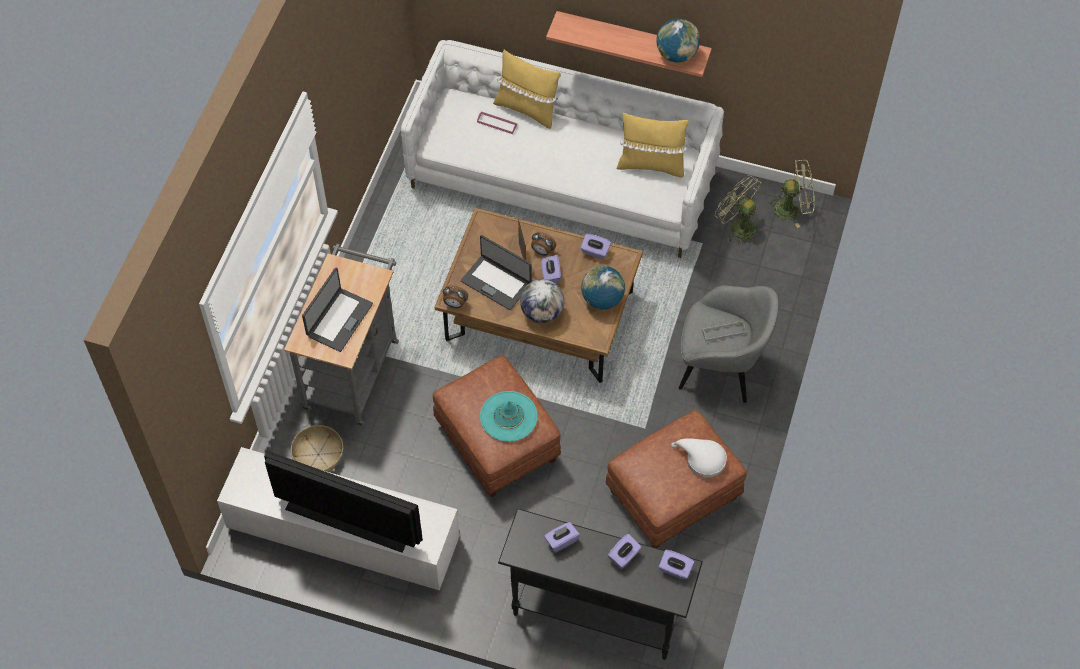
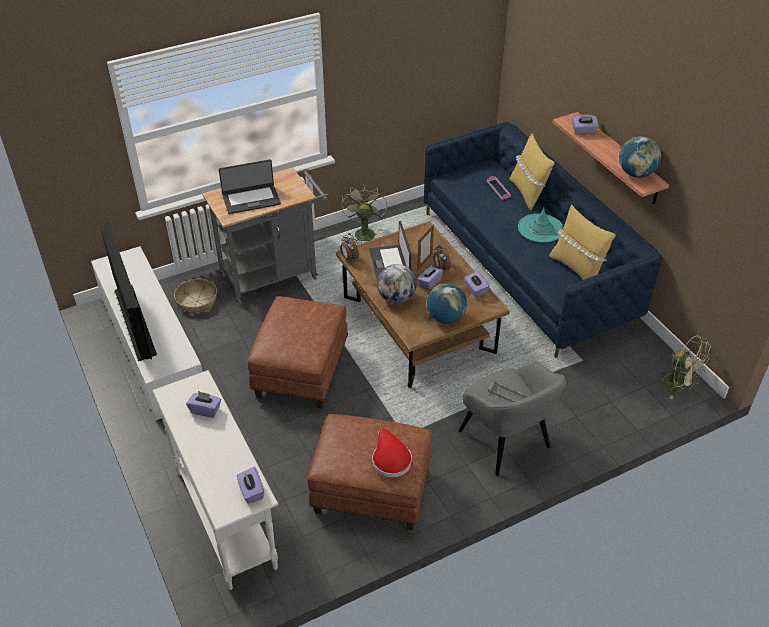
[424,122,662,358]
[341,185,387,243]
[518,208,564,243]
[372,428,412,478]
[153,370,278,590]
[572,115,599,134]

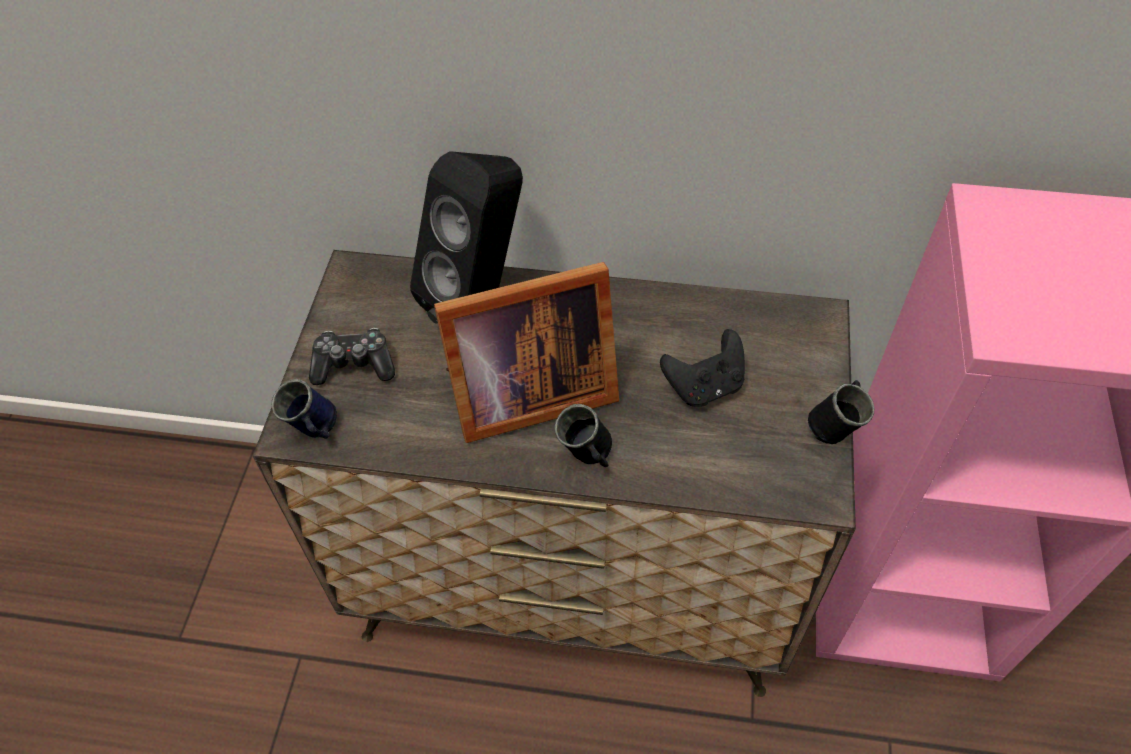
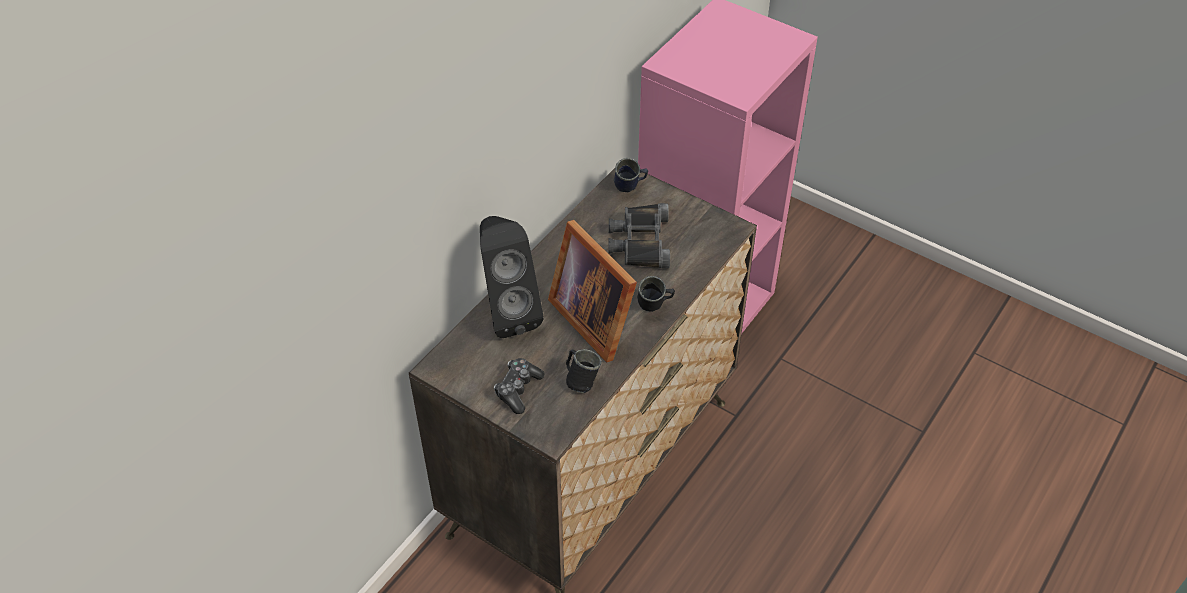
[548,220,637,363]
[608,203,670,268]
[614,158,648,192]
[566,349,602,393]

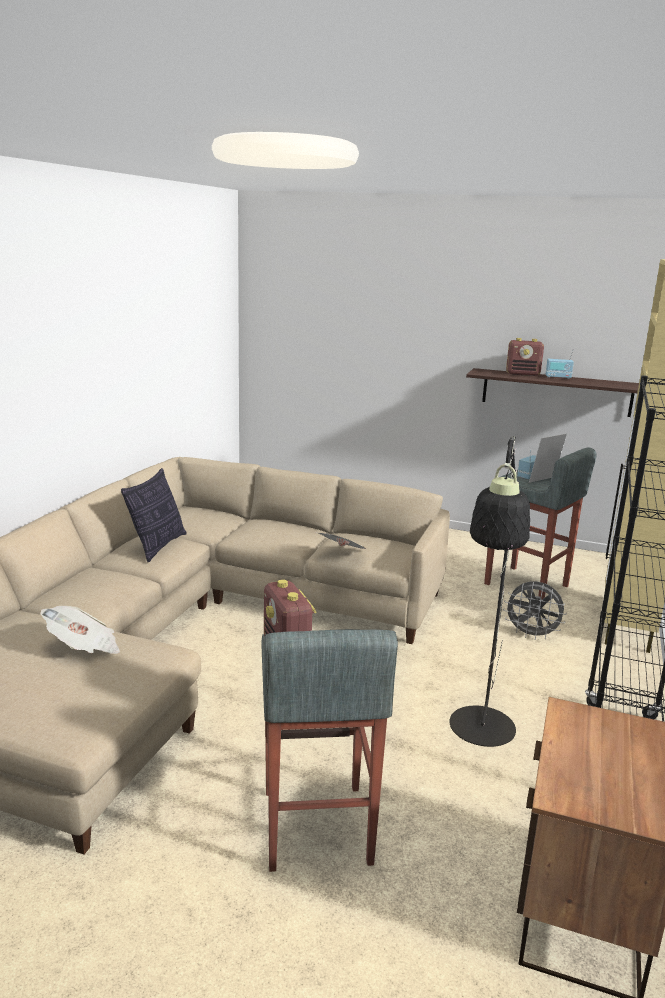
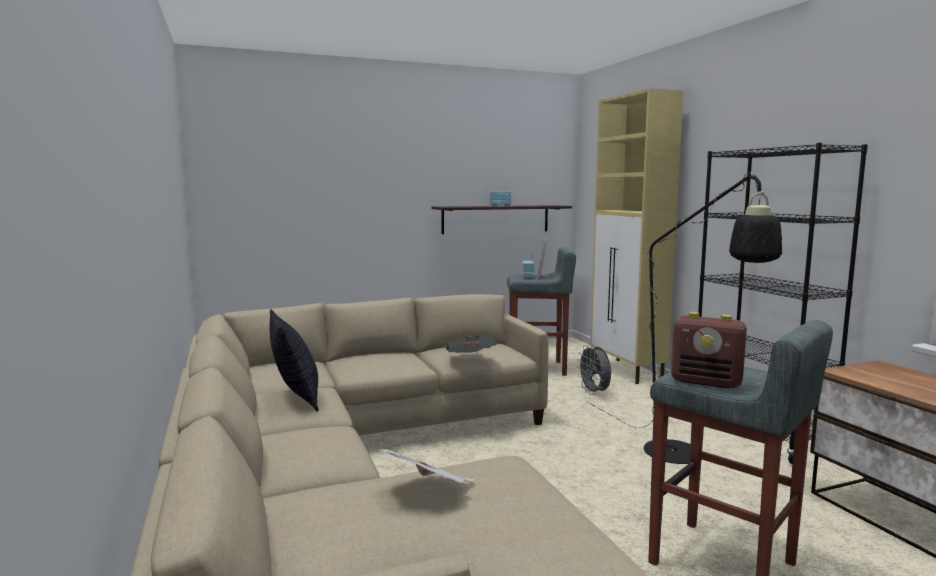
[506,338,544,376] (first image)
[577,345,611,395]

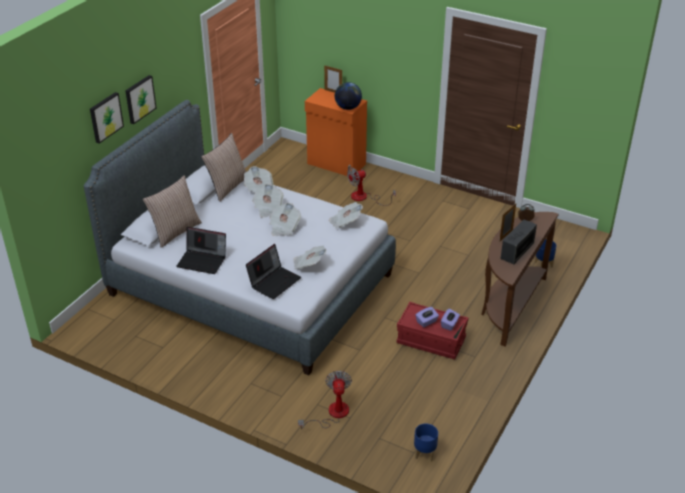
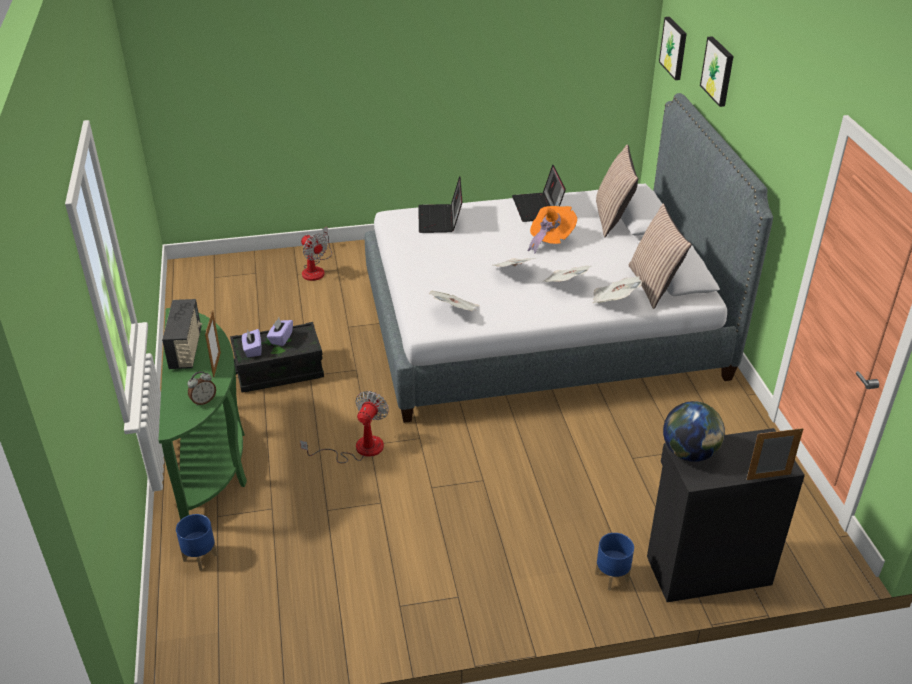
[659,17,687,80]
[647,428,805,602]
[300,391,389,463]
[158,308,247,520]
[512,165,566,222]
[293,245,327,269] (first image)
[230,322,324,392]
[595,533,634,590]
[527,206,577,254]

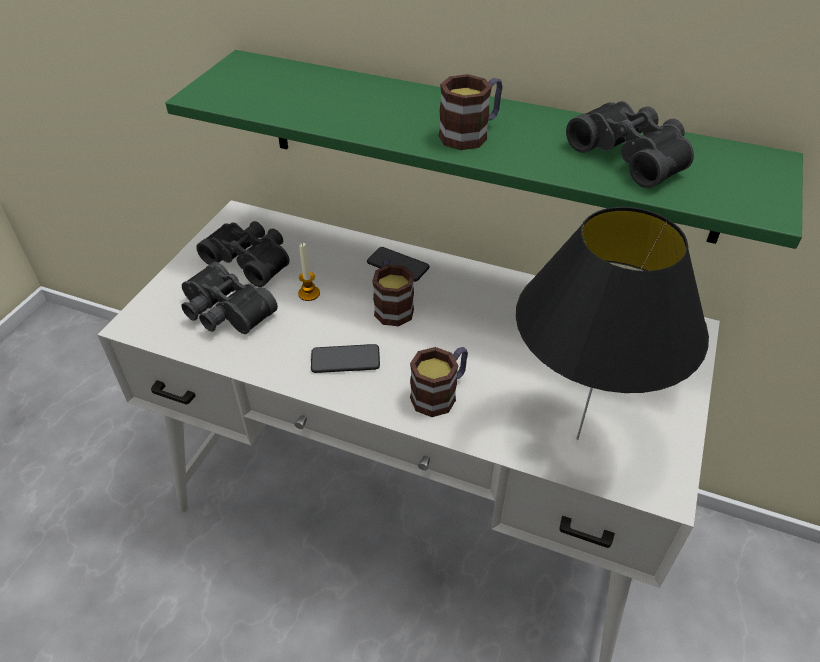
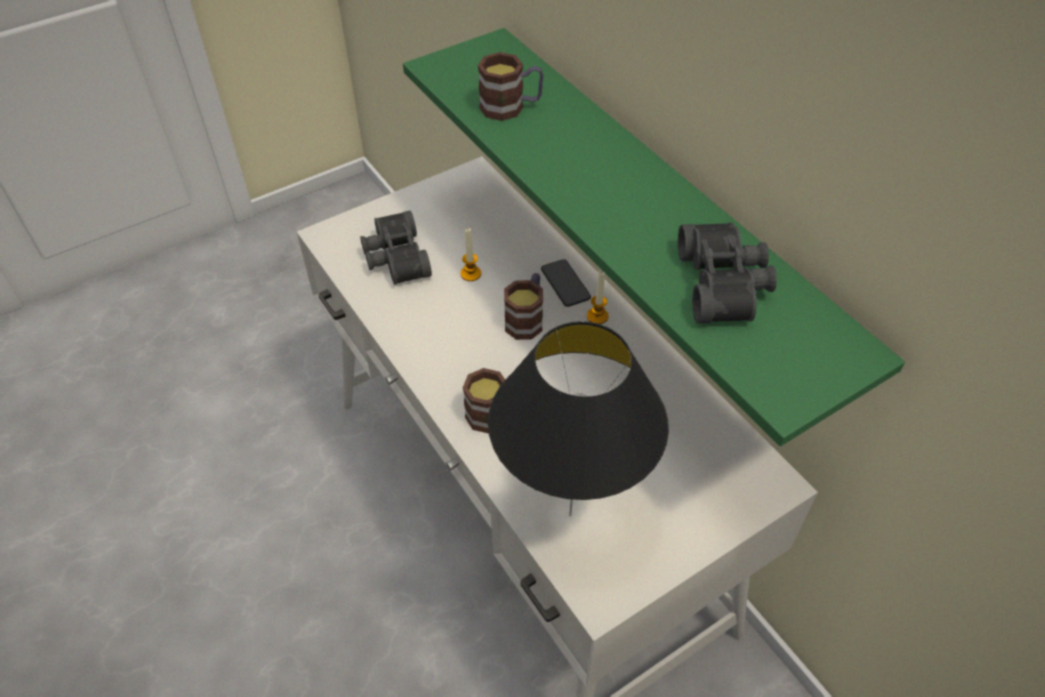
[478,52,544,121]
[196,221,290,287] (first image)
[311,344,380,373] (first image)
[587,270,609,324]

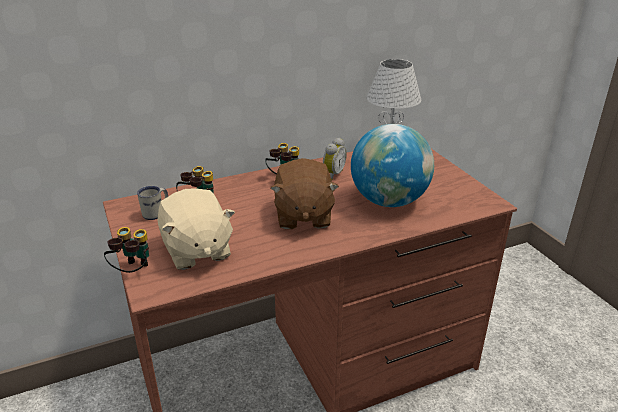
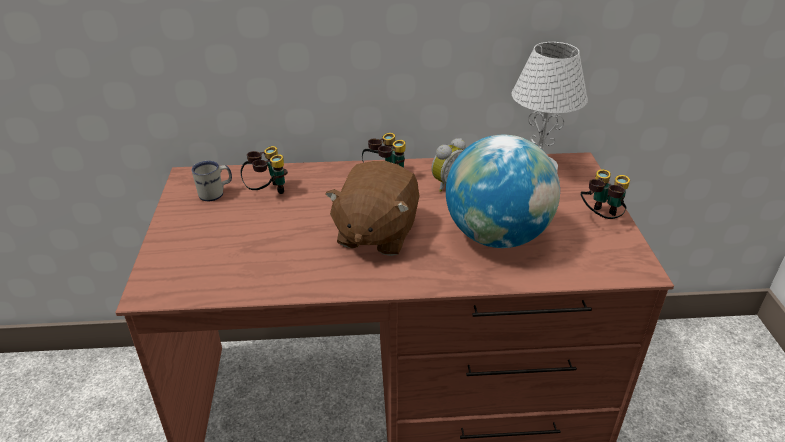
[157,188,235,270] (first image)
[581,169,630,219]

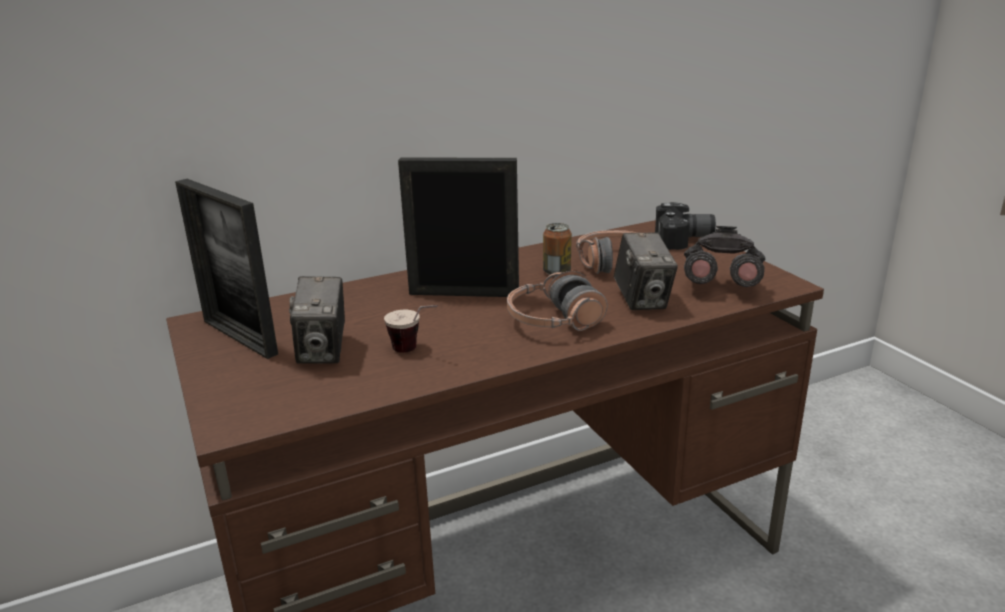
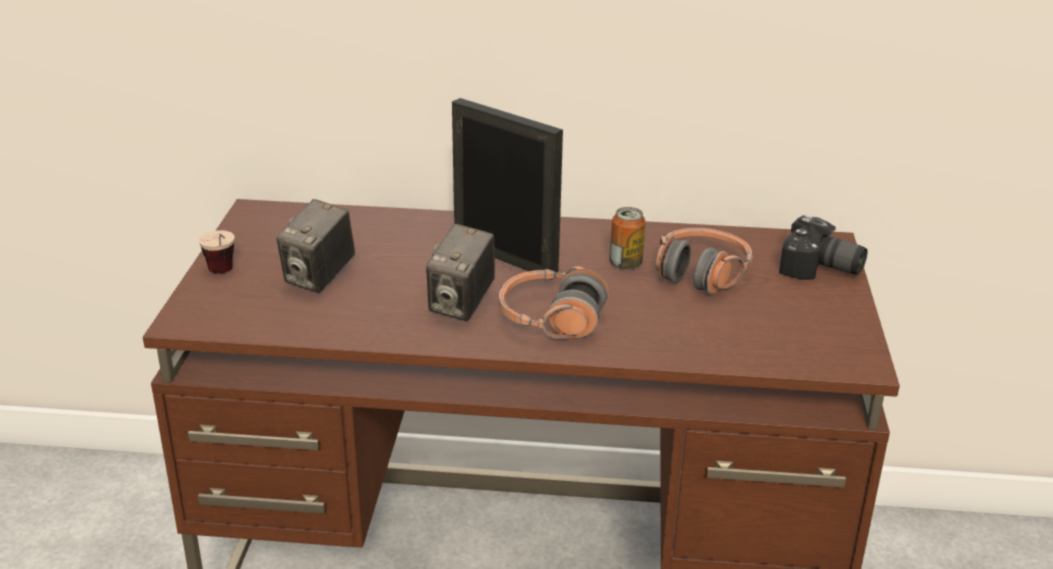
[175,179,278,359] (first image)
[684,226,766,287] (first image)
[426,224,495,321]
[199,230,235,274]

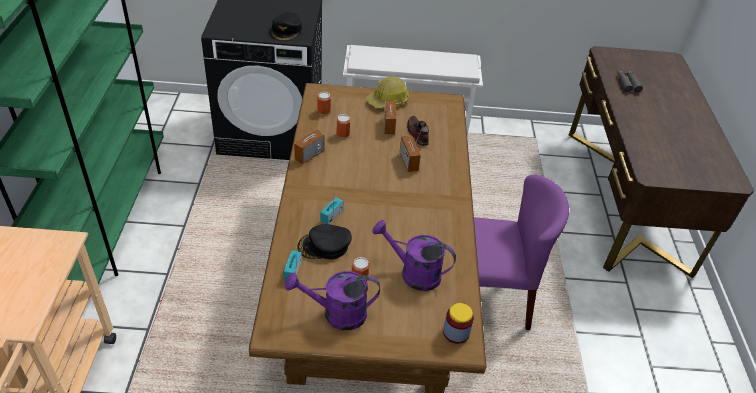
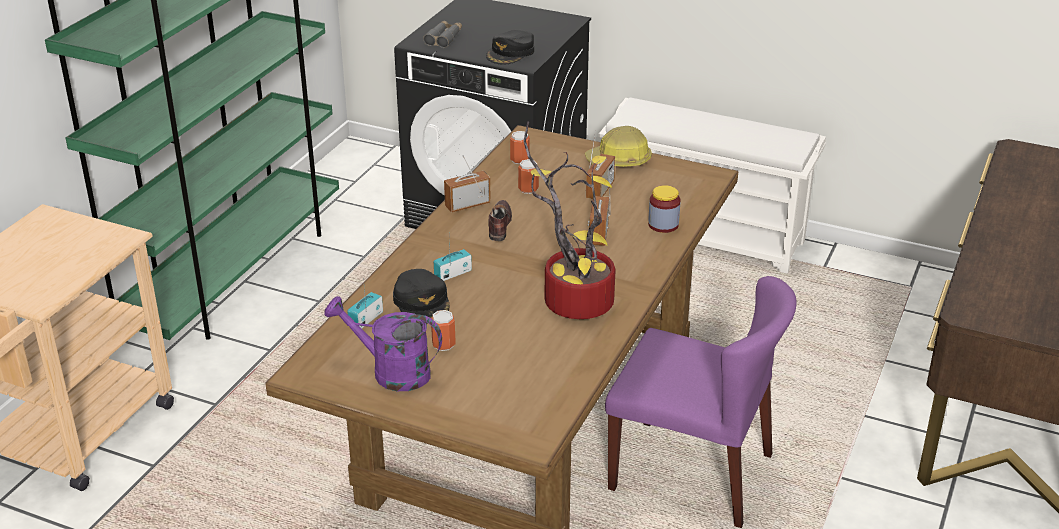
[423,20,462,48]
[489,200,512,241]
[372,220,456,291] (first image)
[393,269,449,324]
[648,185,680,233]
[523,121,615,319]

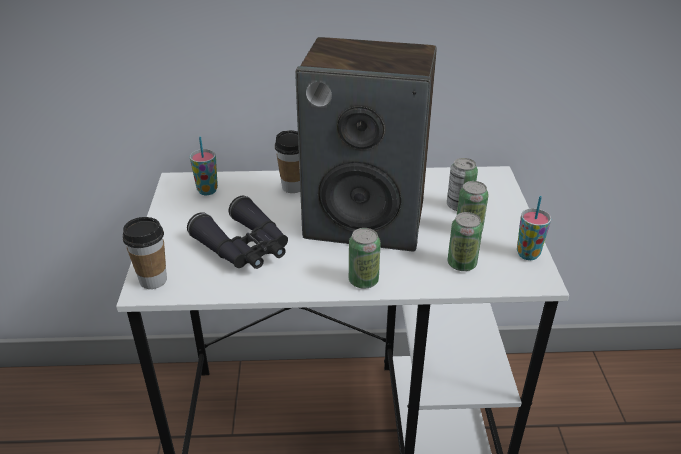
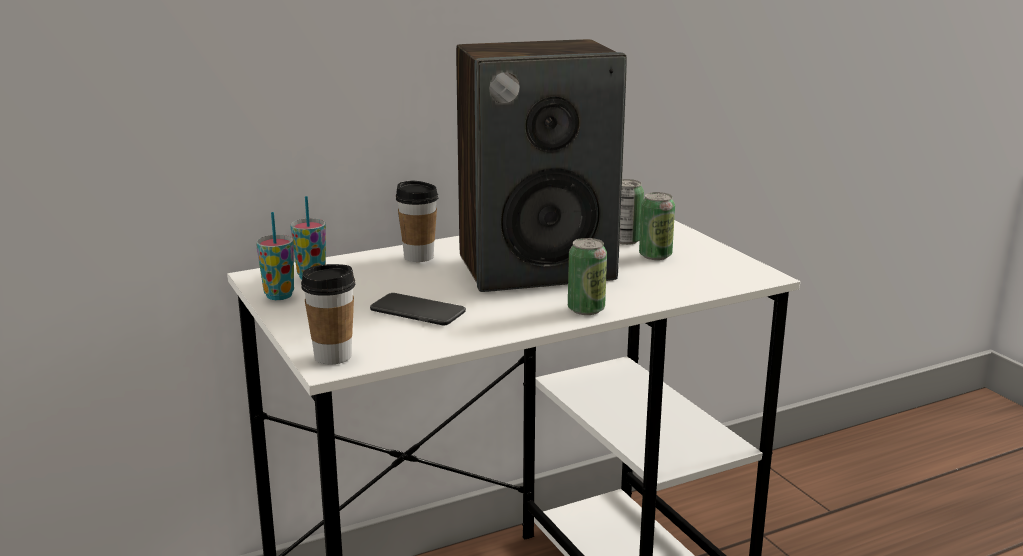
[370,293,466,326]
[256,212,294,300]
[448,212,483,271] (first image)

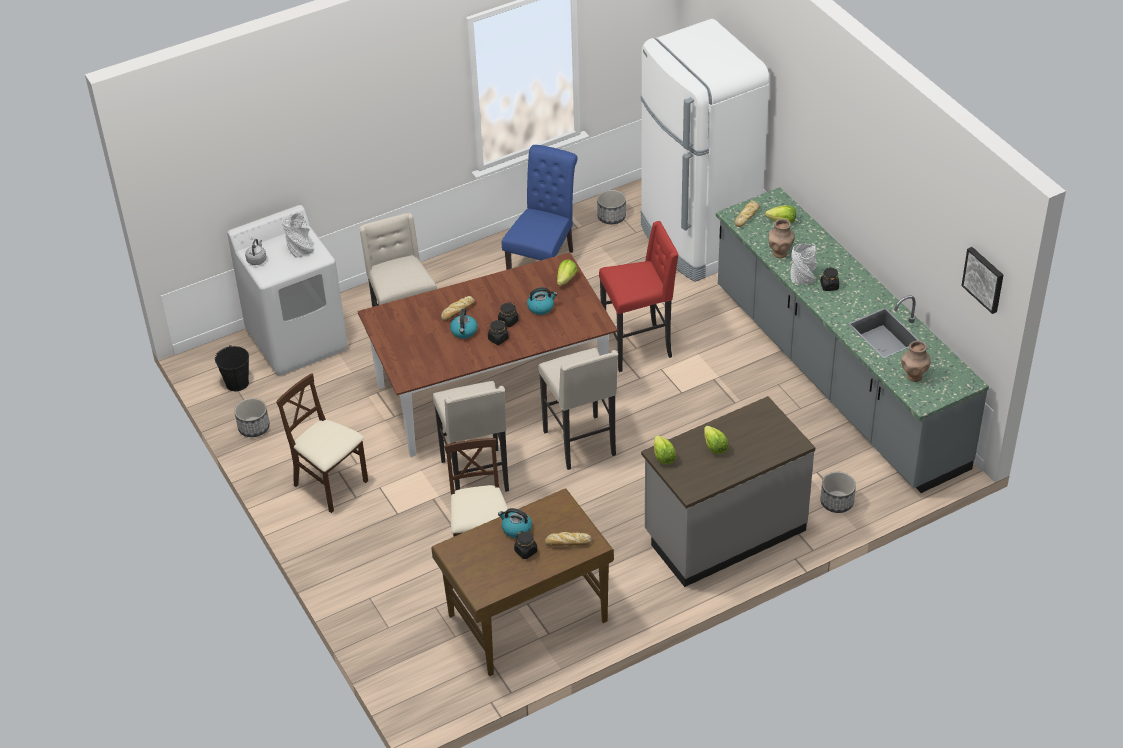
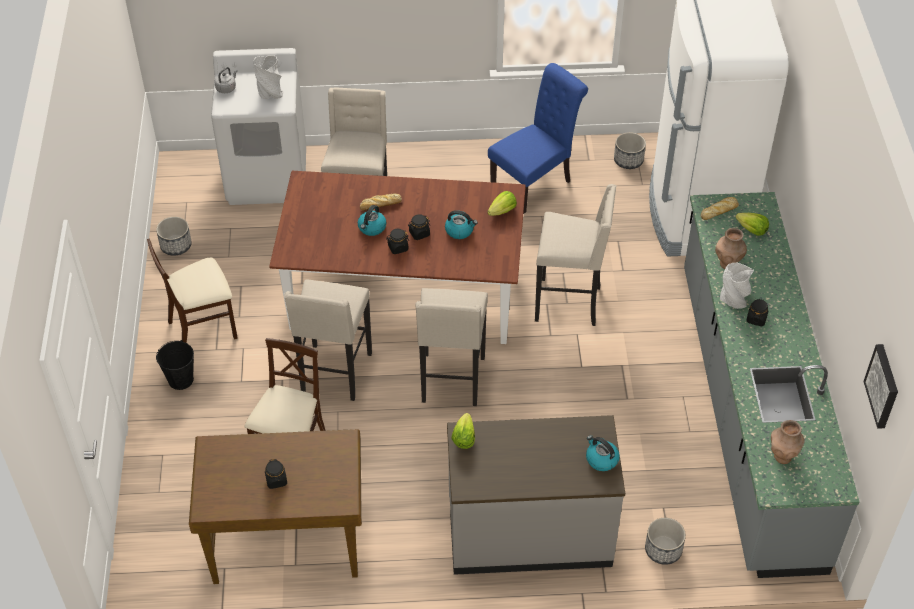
[535,184,616,326]
[156,340,194,390]
[147,238,238,343]
[704,426,728,454] (first image)
[586,435,620,471]
[545,532,592,546] (first image)

